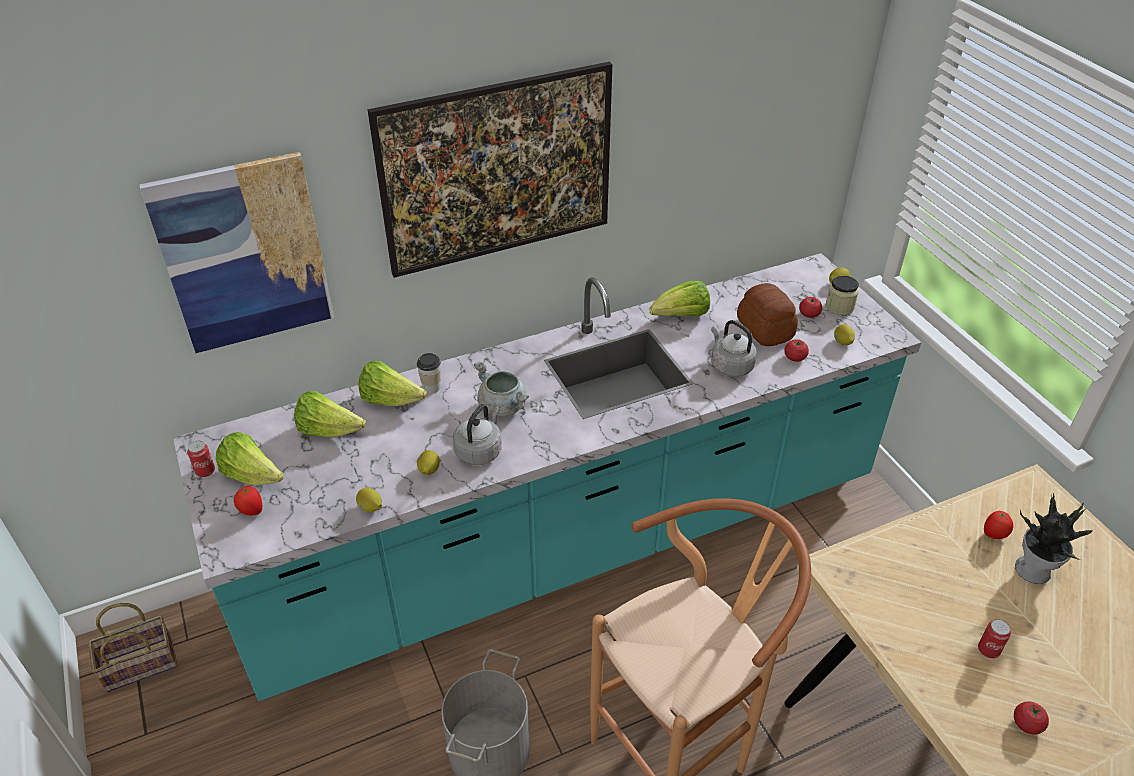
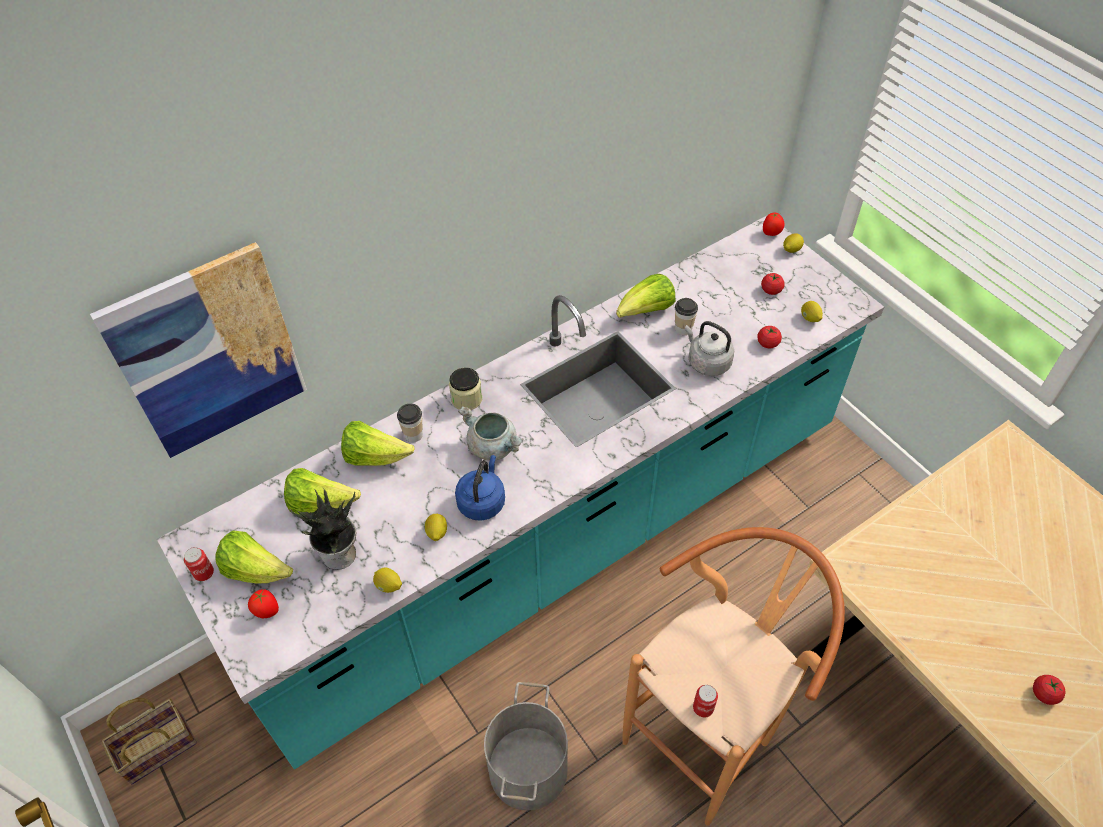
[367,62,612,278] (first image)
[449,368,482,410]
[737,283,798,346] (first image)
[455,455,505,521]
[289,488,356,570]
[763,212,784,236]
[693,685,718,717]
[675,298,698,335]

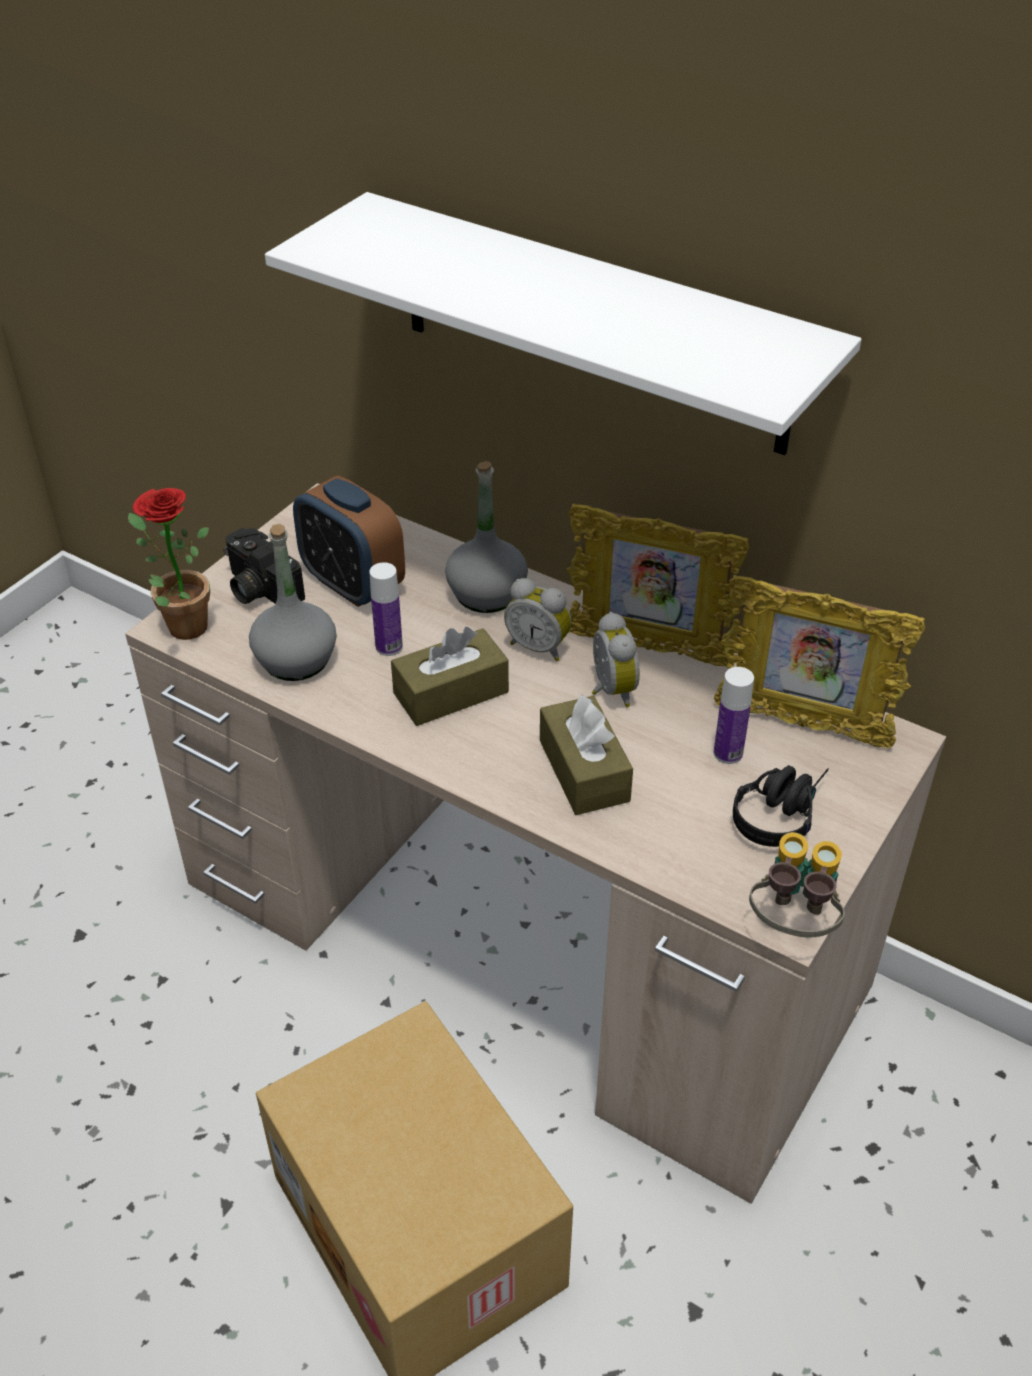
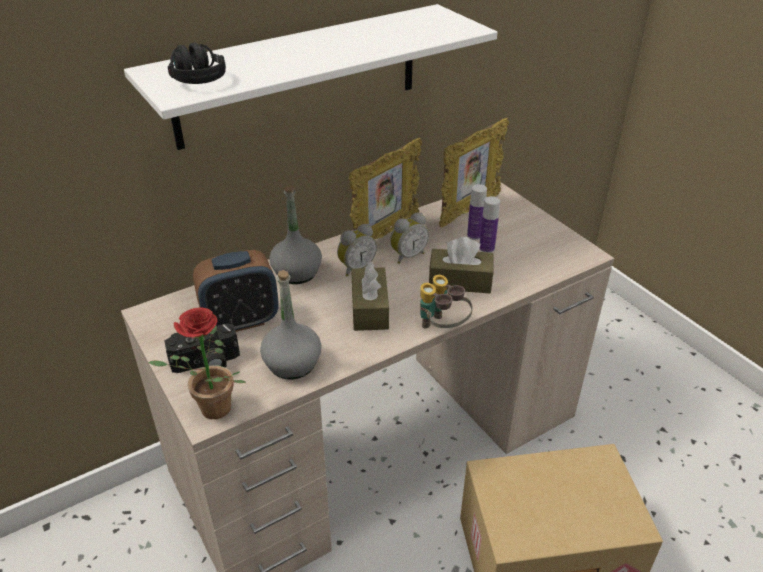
[479,196,500,253]
[390,213,429,264]
[168,42,226,84]
[420,275,473,329]

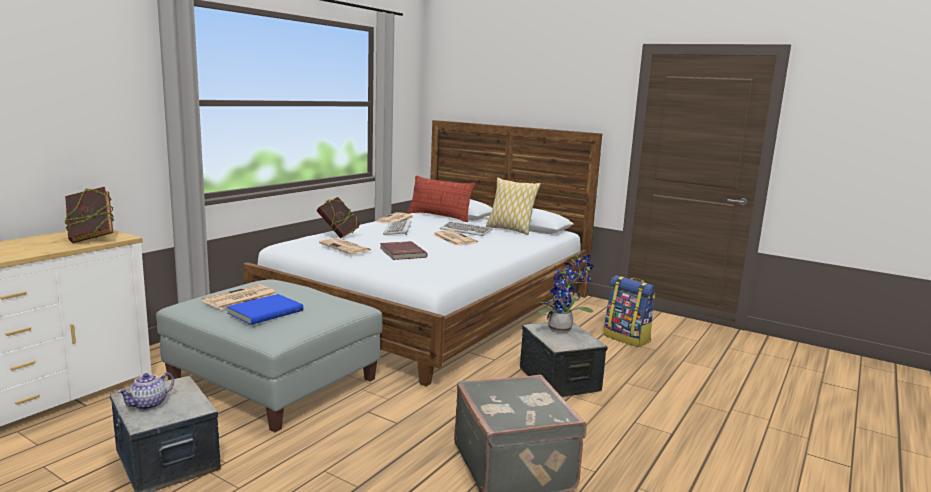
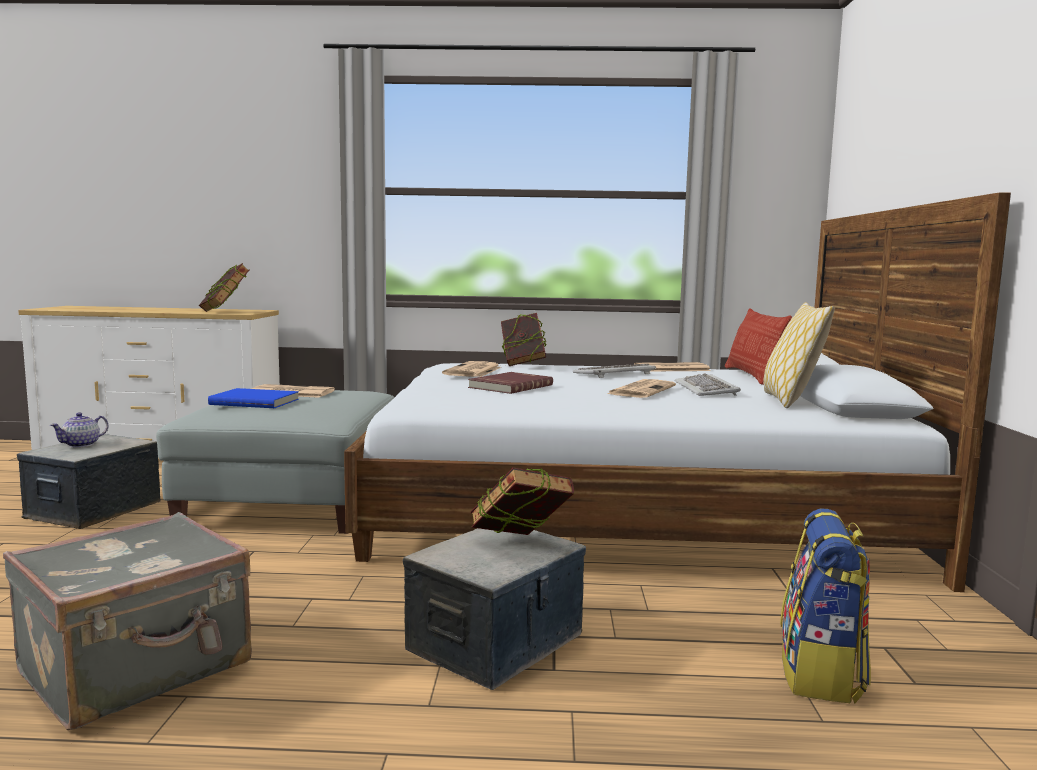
[470,467,574,535]
[50,412,108,448]

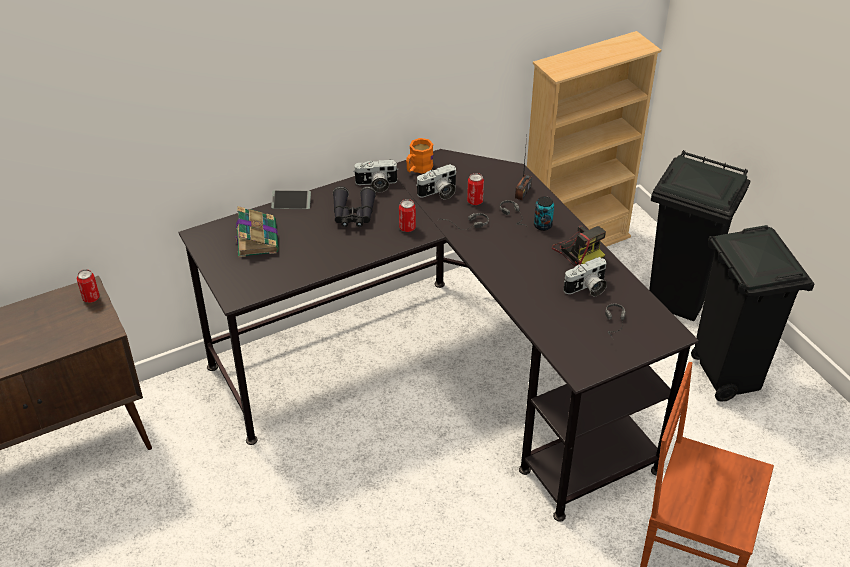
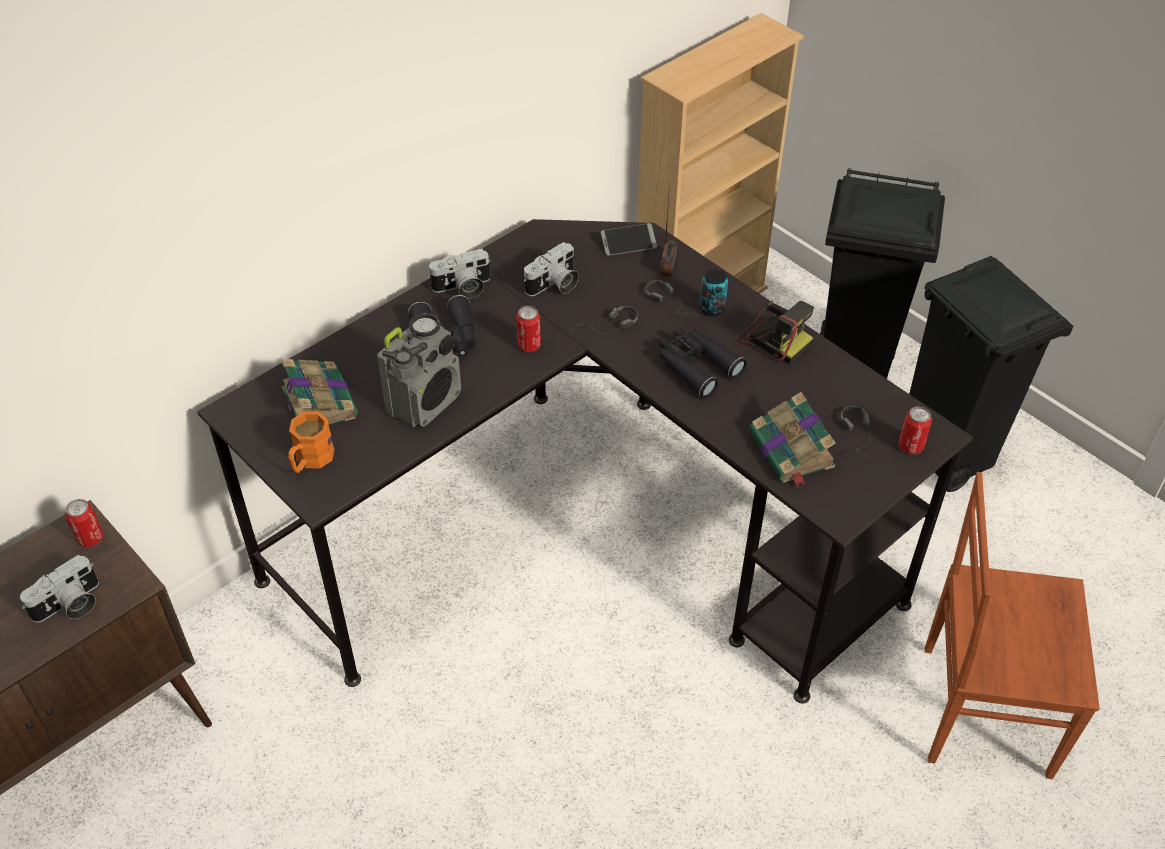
[288,412,334,473]
[899,406,932,455]
[601,223,657,256]
[20,555,99,623]
[377,313,461,427]
[659,328,747,399]
[749,392,836,488]

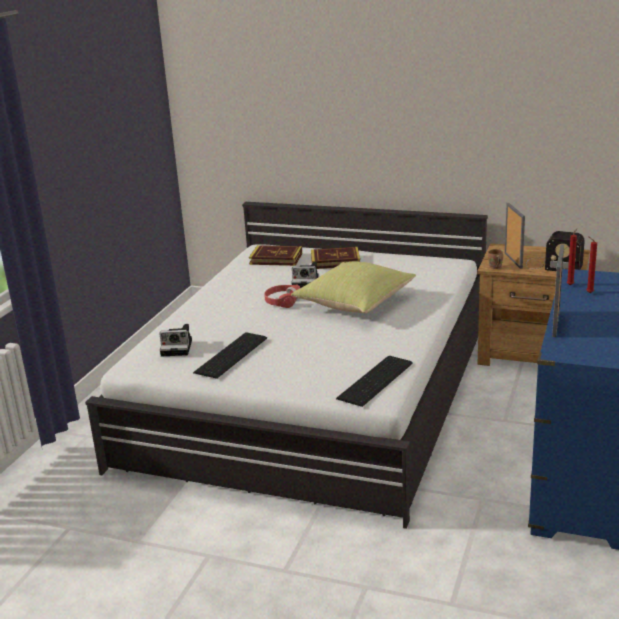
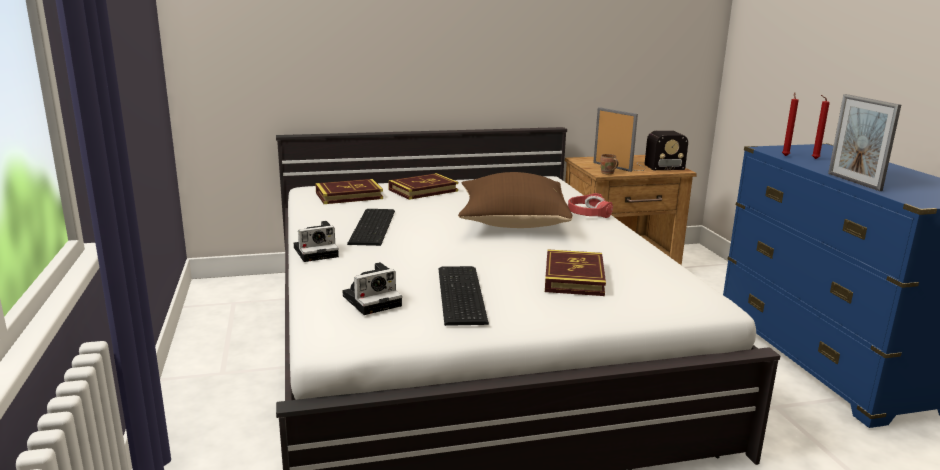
[458,172,573,228]
[294,221,339,262]
[568,193,613,218]
[347,209,395,246]
[545,249,606,296]

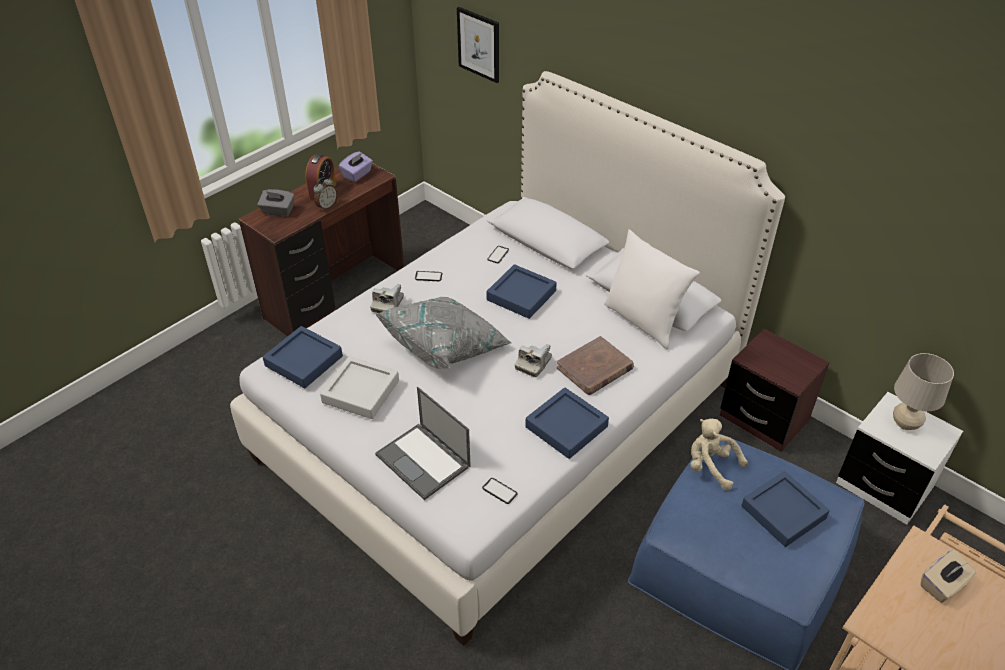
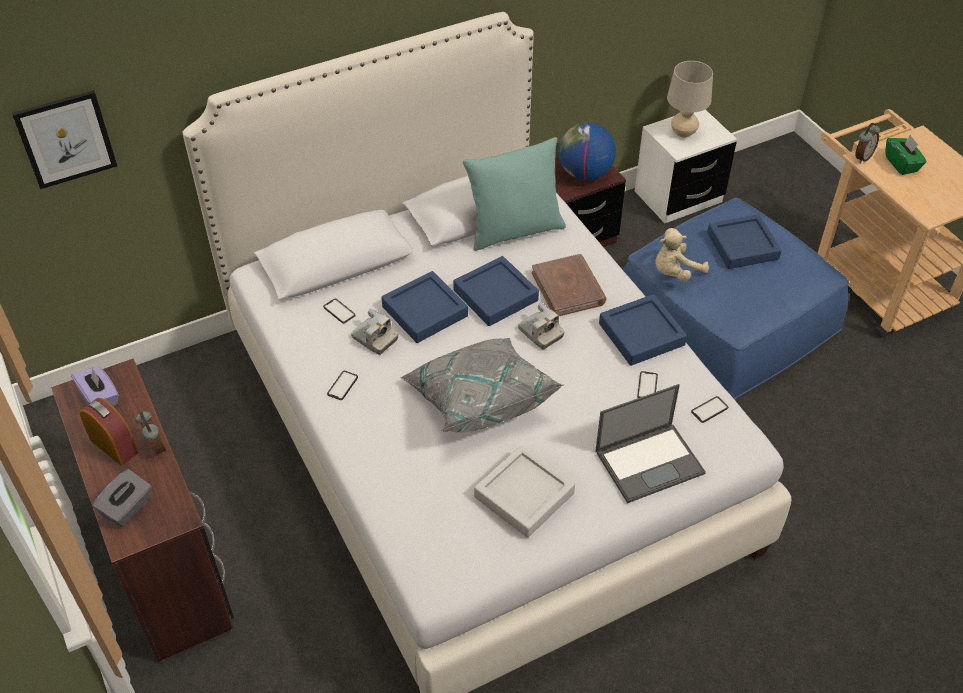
[463,137,566,251]
[351,309,398,355]
[453,256,539,326]
[886,134,927,175]
[558,122,616,181]
[855,123,880,163]
[637,371,658,398]

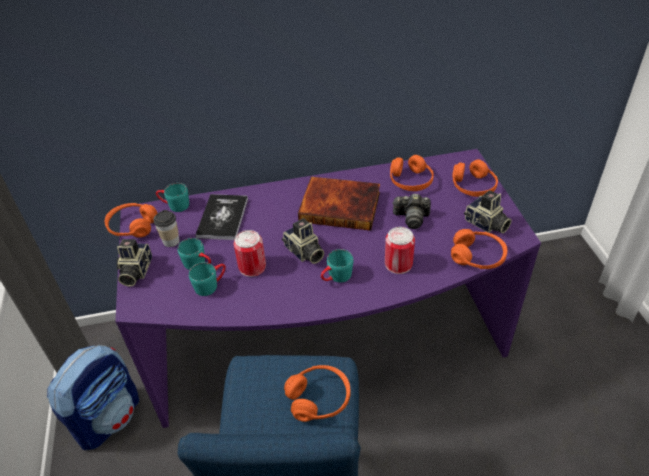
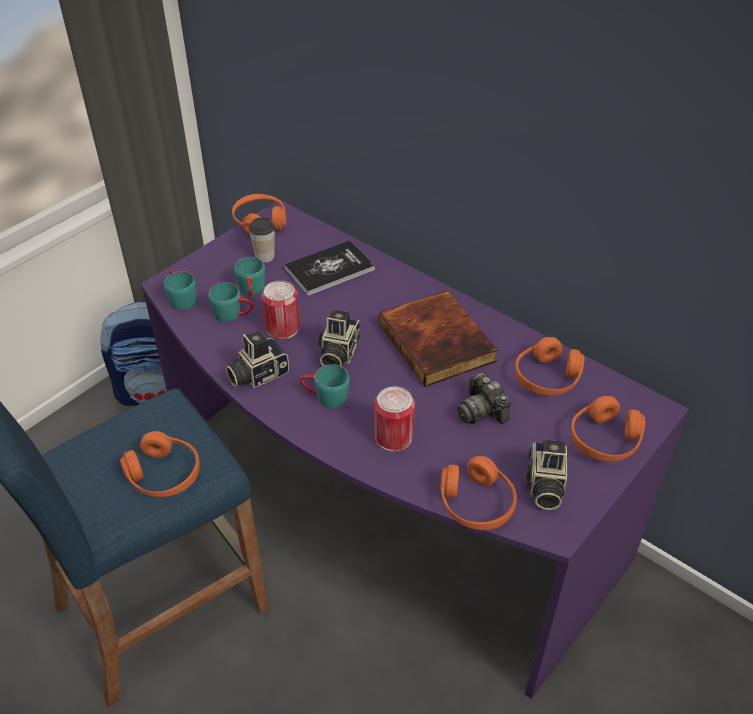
[164,270,197,310]
[226,331,289,388]

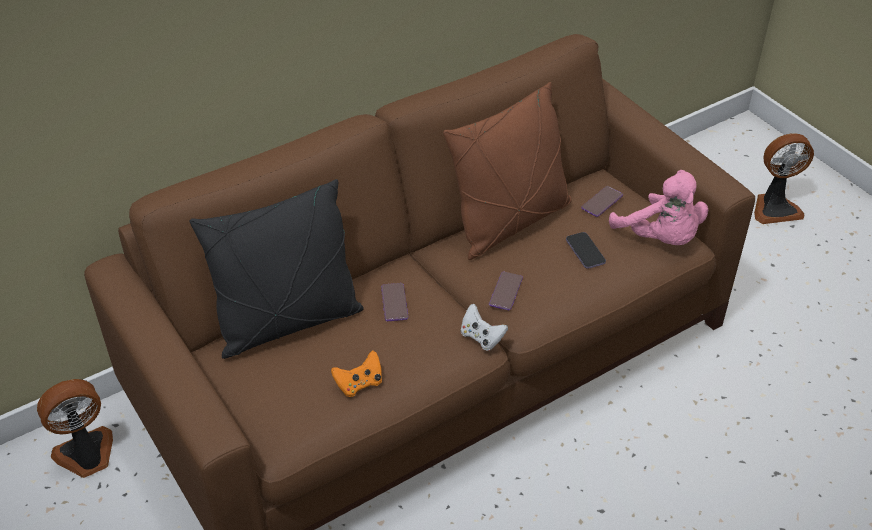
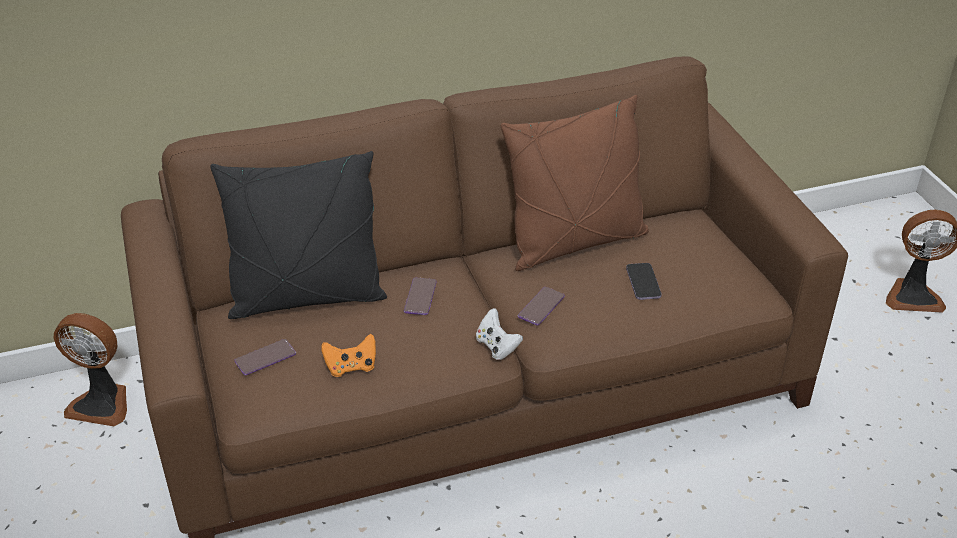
[609,170,708,245] (first image)
[234,339,296,375]
[54,313,127,426]

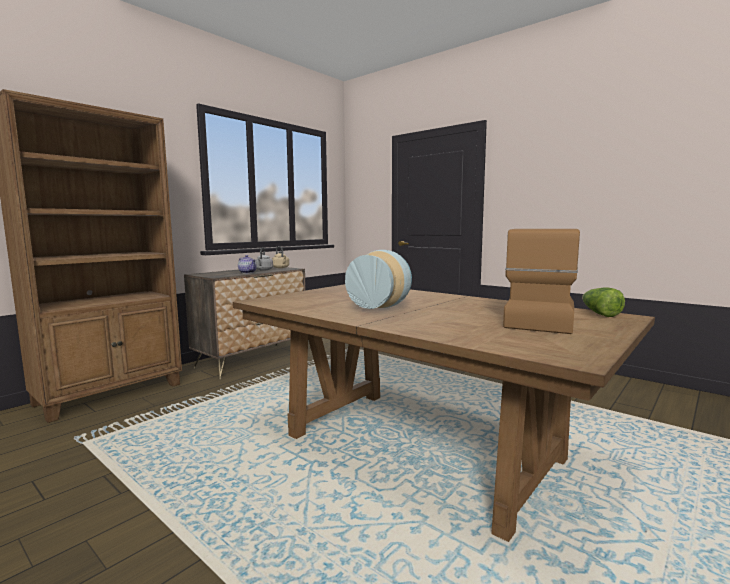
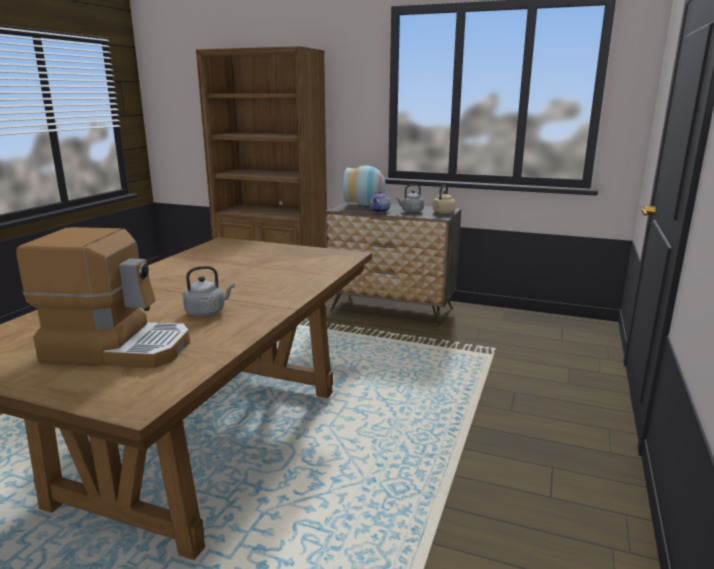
[343,166,386,205]
[582,288,625,317] (first image)
[183,266,235,316]

